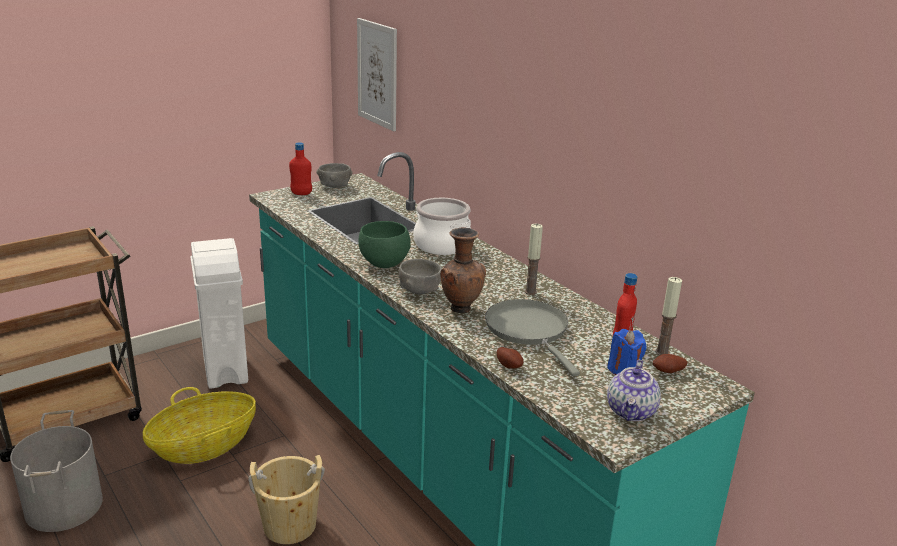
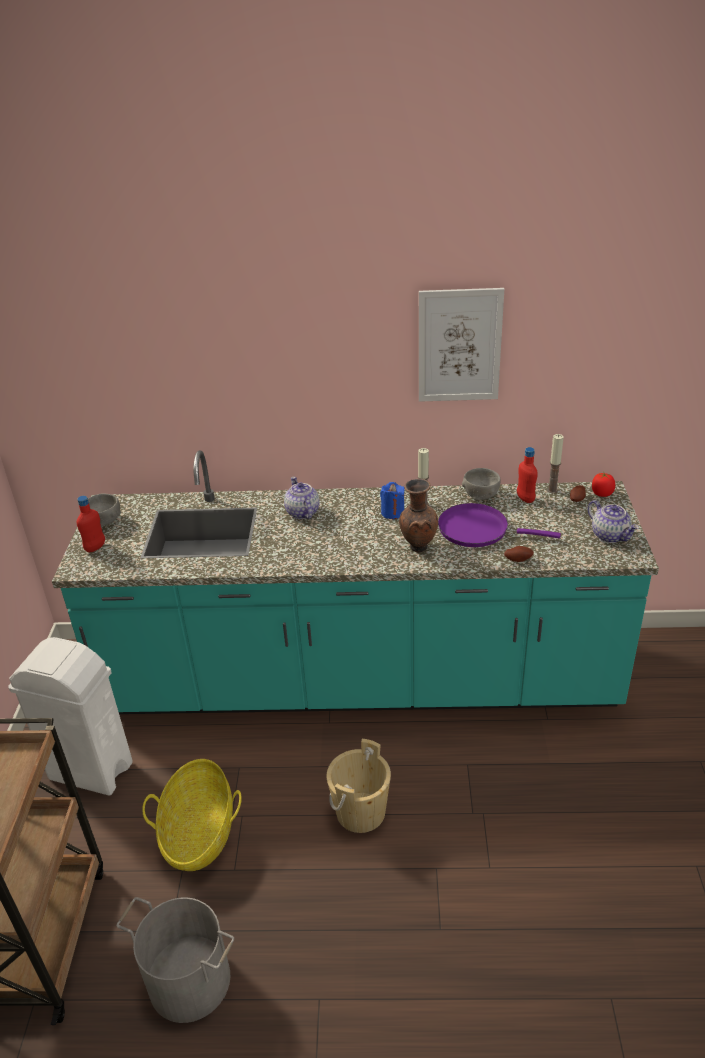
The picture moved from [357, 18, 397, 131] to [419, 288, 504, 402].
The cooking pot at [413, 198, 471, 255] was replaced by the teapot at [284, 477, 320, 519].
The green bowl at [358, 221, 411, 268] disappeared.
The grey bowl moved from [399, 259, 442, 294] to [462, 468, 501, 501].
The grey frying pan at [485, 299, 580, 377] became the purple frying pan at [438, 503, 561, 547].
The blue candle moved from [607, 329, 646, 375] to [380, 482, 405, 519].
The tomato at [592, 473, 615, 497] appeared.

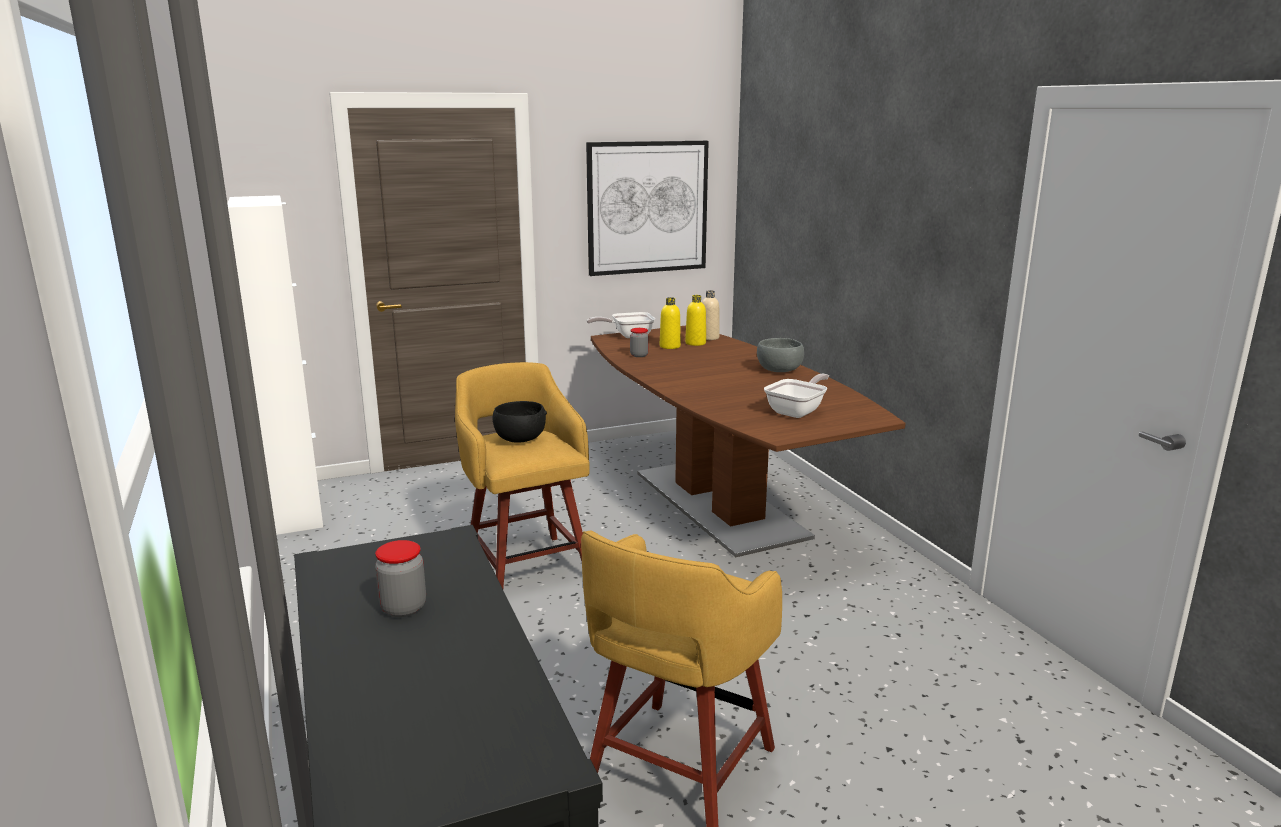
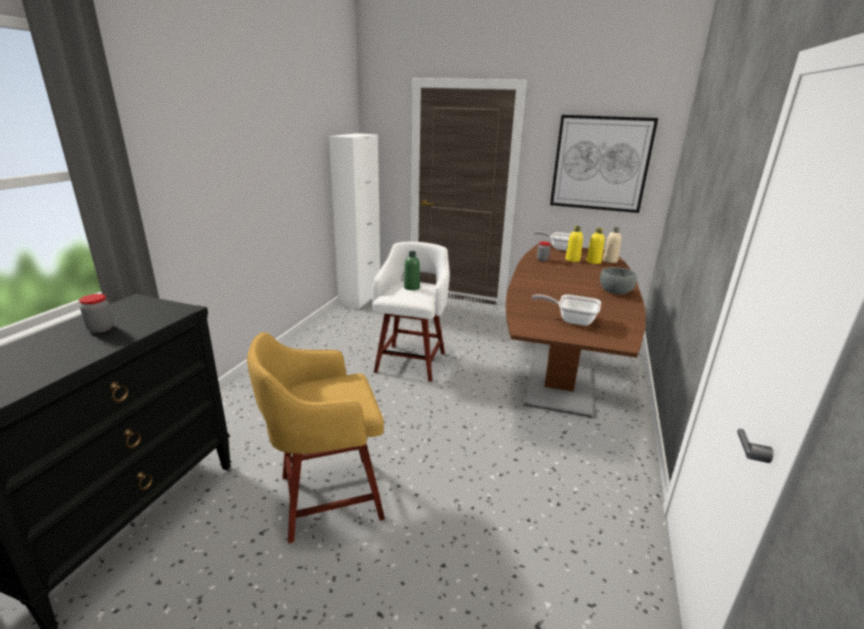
The yellow stool at [455, 362, 590, 589] became the white stool at [372, 242, 450, 382].
The frying pan at [764, 374, 829, 418] turned 150 degrees counterclockwise.
The black bowl at [493, 401, 547, 443] was replaced by the green bottle at [404, 251, 420, 290].

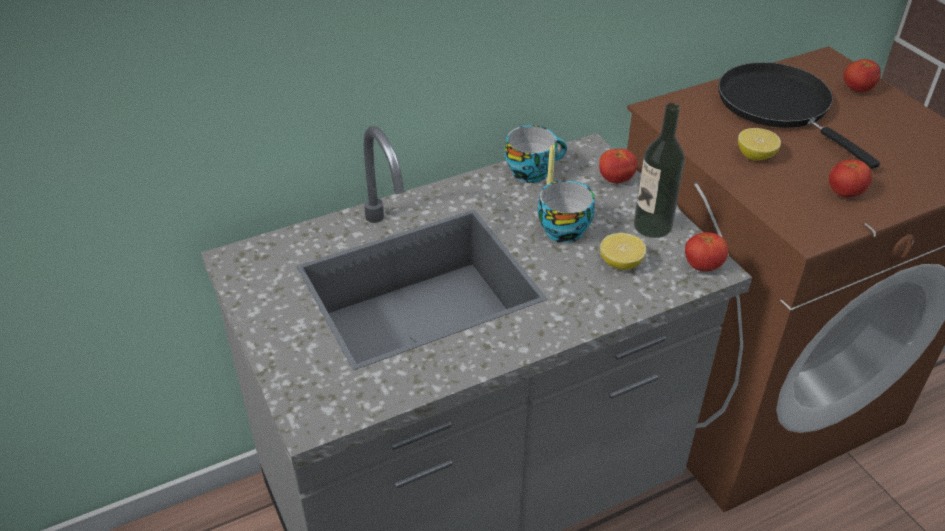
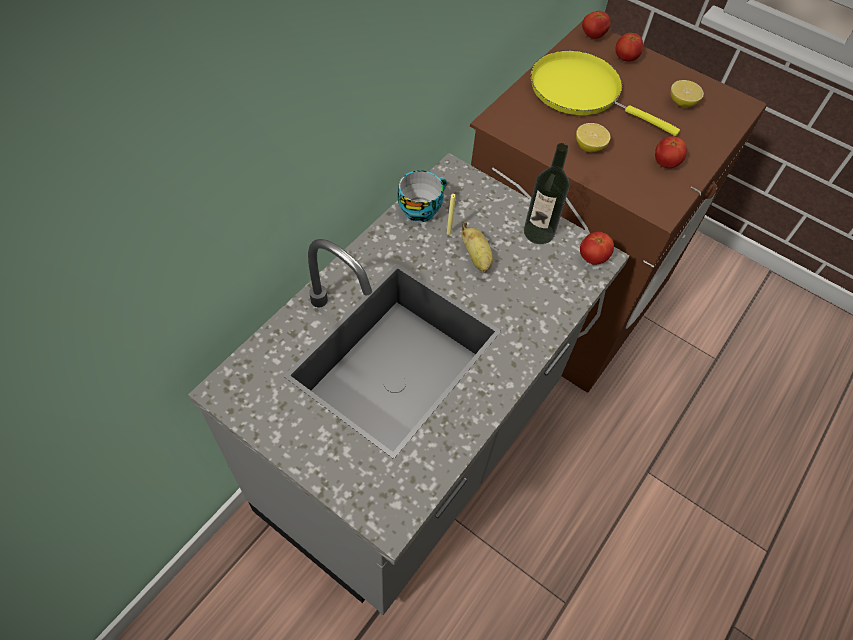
The black frying pan at [718, 62, 880, 169] became the yellow frying pan at [531, 50, 680, 136].
The tomato moved from [599, 149, 637, 184] to [582, 11, 611, 39].
The cup at [538, 180, 595, 243] was replaced by the banana at [461, 222, 493, 273].
The lemon moved from [600, 233, 646, 270] to [671, 80, 704, 107].

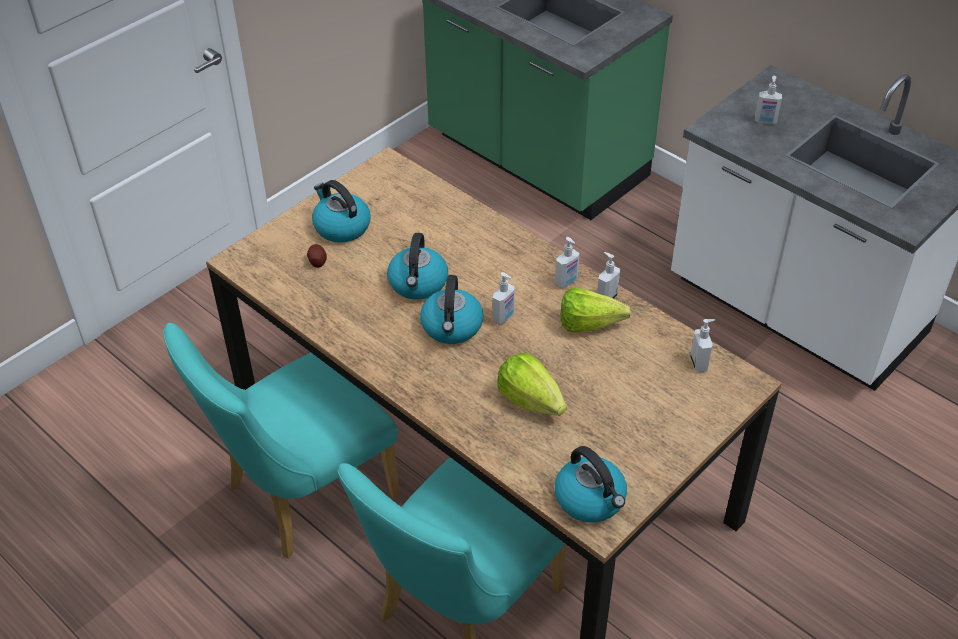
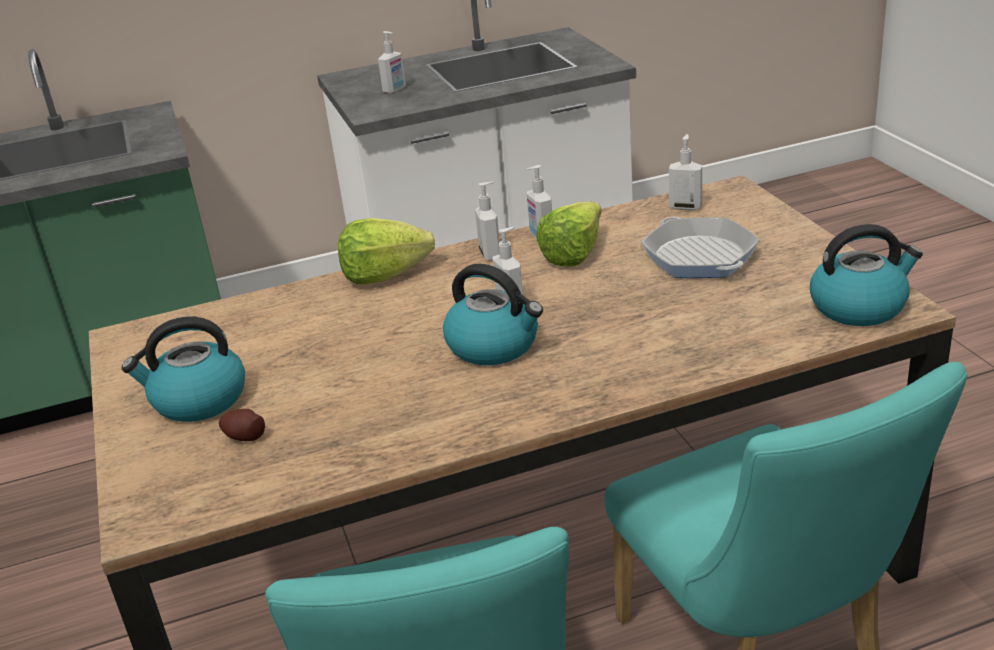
The kettle at [387, 233, 448, 300] disappeared.
The lettuce moved from [497, 353, 567, 416] to [338, 218, 435, 284].
The frying pan at [641, 217, 760, 278] appeared.

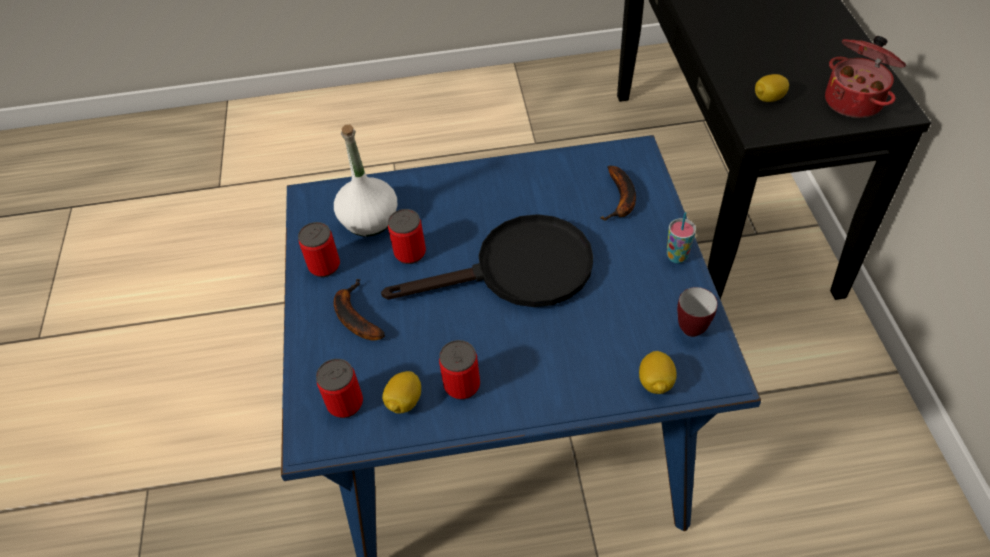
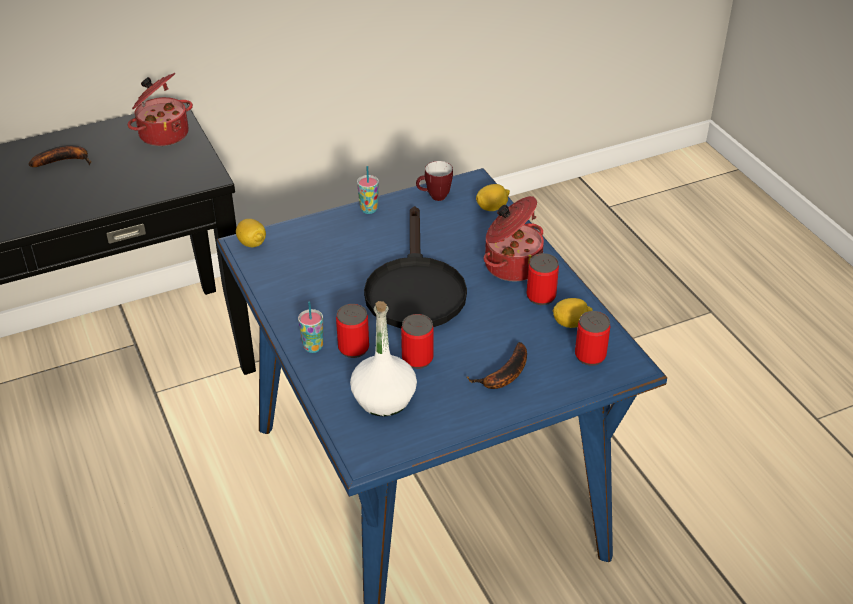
The lemon moved from [755, 74, 789, 102] to [236, 219, 266, 247].
The banana moved from [600, 166, 636, 220] to [29, 145, 91, 167].
The black frying pan at [381, 214, 593, 307] turned 150 degrees counterclockwise.
The can moved from [298, 222, 340, 277] to [336, 304, 369, 358].
The cooking pot at [484, 196, 544, 281] appeared.
The cup at [298, 301, 323, 353] appeared.

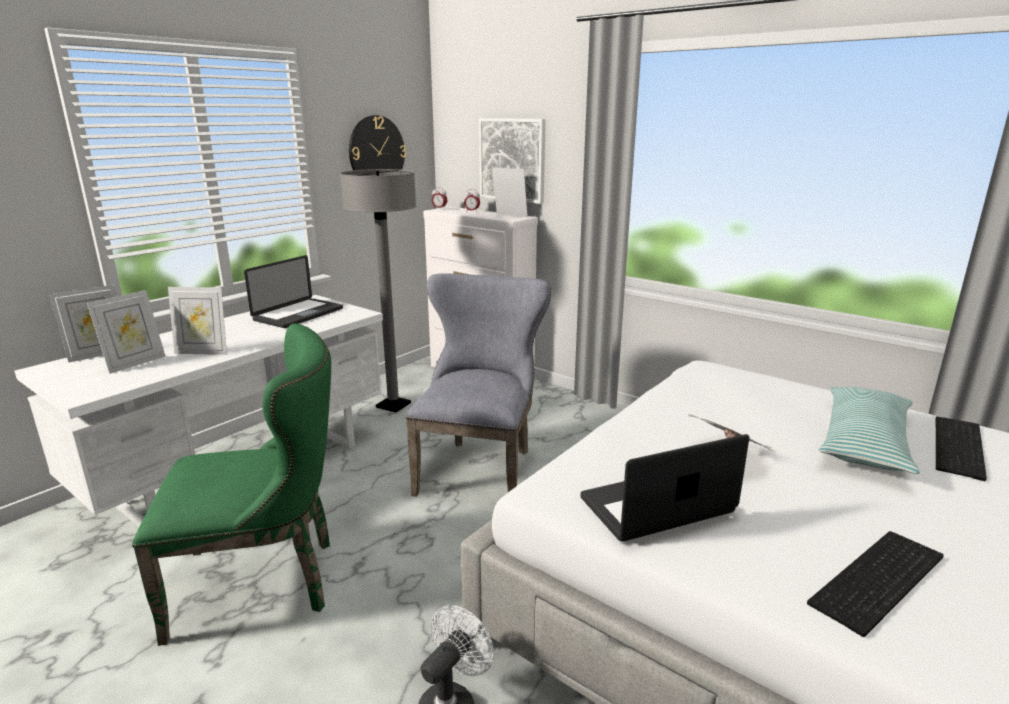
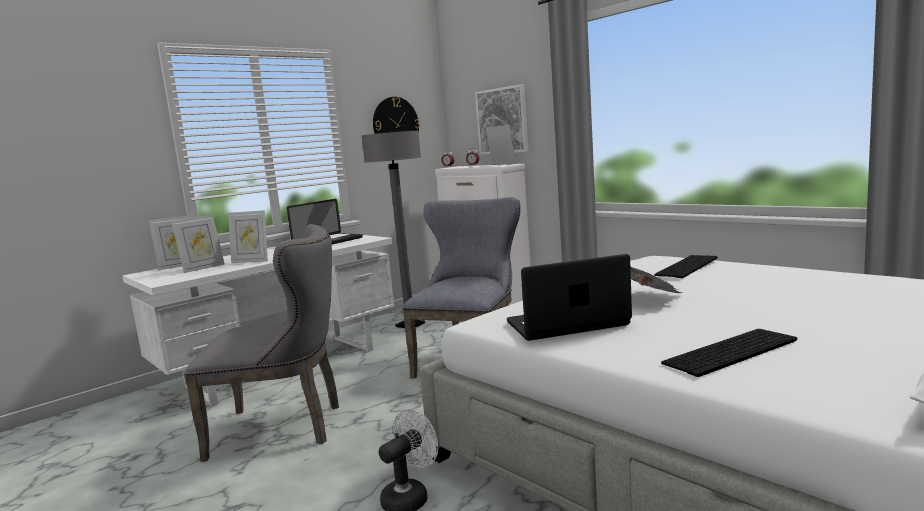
The green chair at [132, 324, 331, 646] became the grey chair at [184, 224, 339, 462].
The pillow at [819, 387, 919, 474] disappeared.
The keyboard moved from [936, 416, 987, 481] to [654, 255, 718, 278].

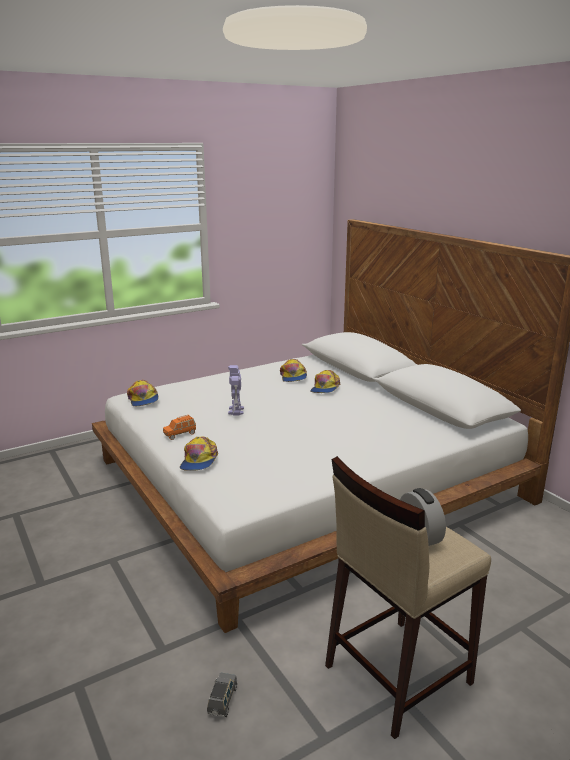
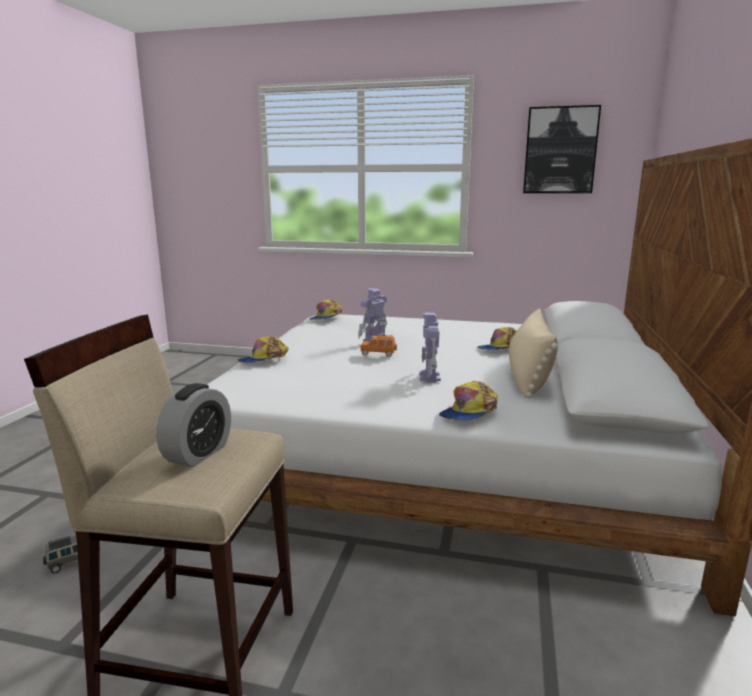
The cap moved from [280, 359, 307, 382] to [439, 381, 498, 421].
The orange toy car moved from [163, 415, 196, 440] to [360, 335, 397, 357].
The picture at [523, 105, 601, 193] appeared.
The beige pillow at [509, 308, 558, 399] appeared.
The toy robot at [419, 313, 441, 382] appeared.

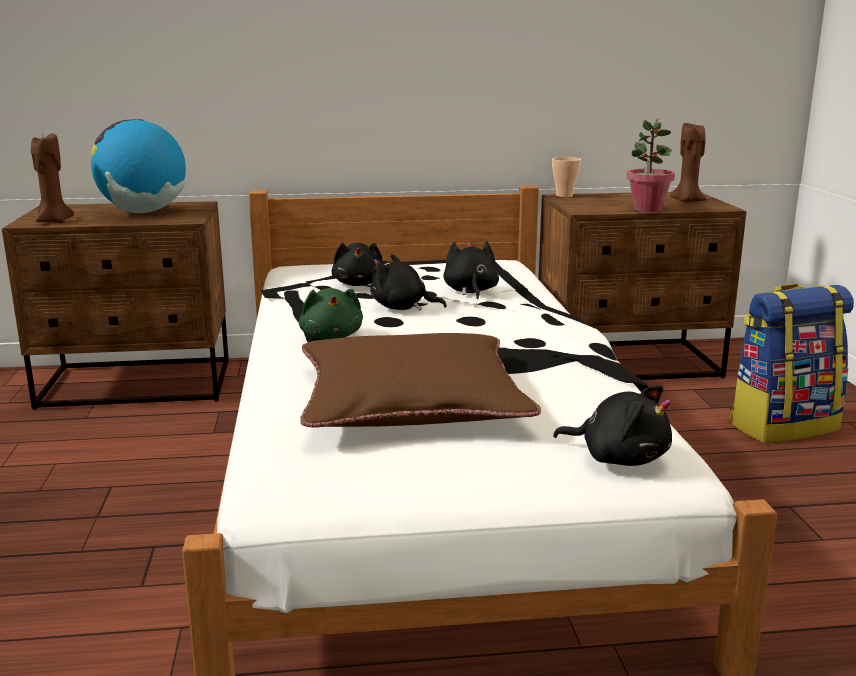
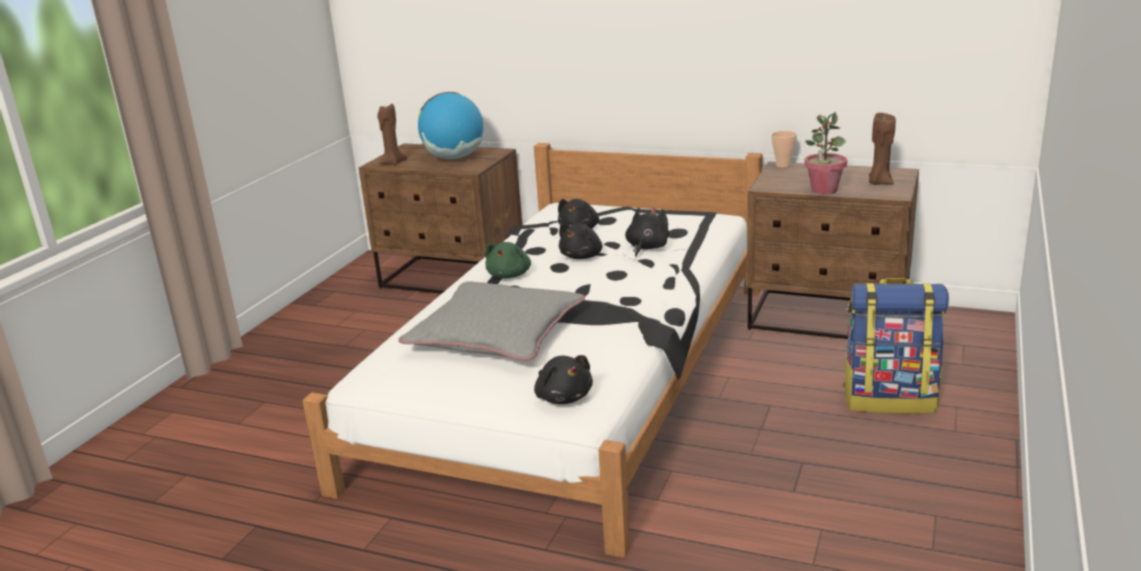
The black plush toy at [370, 254, 447, 311] turned 105 degrees counterclockwise.
The brown pillow at [300, 333, 541, 428] became the grey pillow at [398, 281, 585, 360].

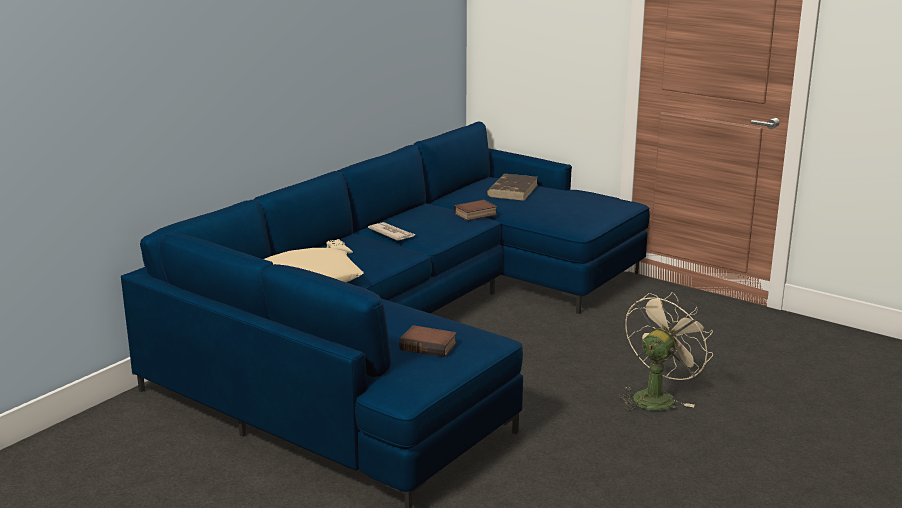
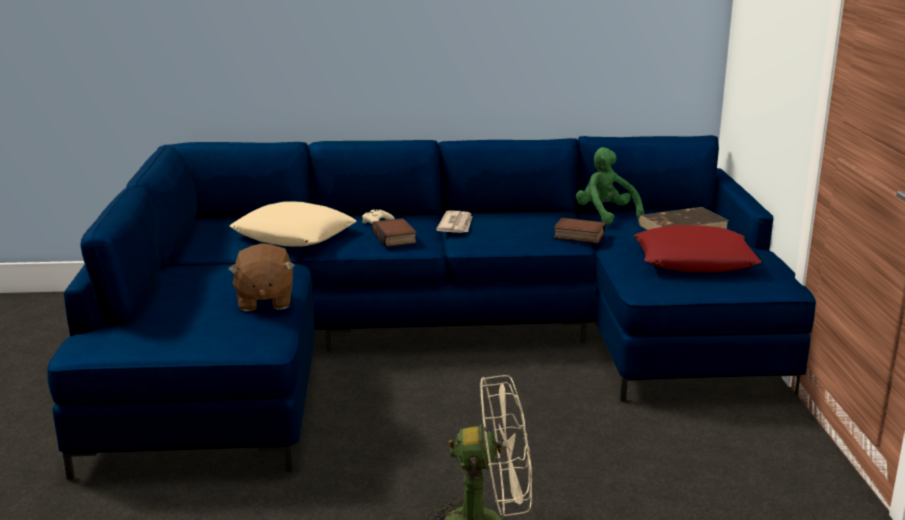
The book moved from [399, 325, 457, 358] to [372, 218, 417, 247].
The green plush toy at [576, 147, 644, 225] appeared.
The red pillow at [634, 225, 761, 273] appeared.
The brown plush toy at [228, 243, 295, 311] appeared.

